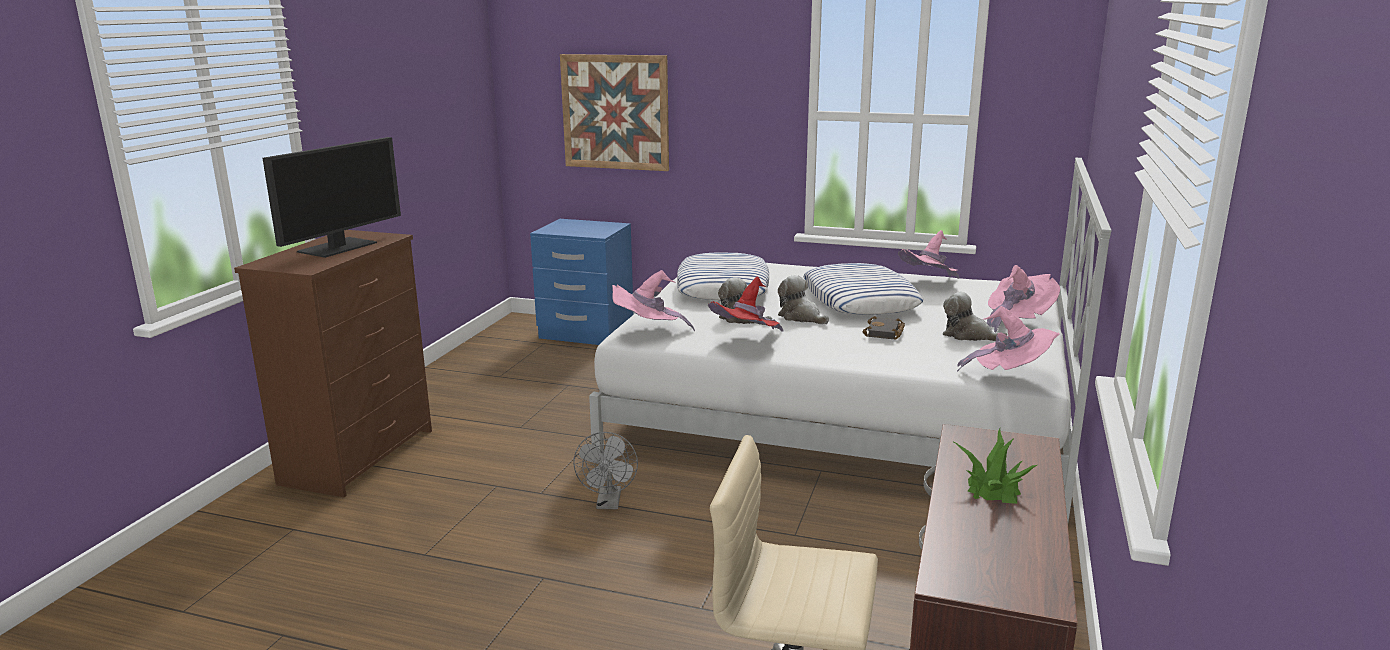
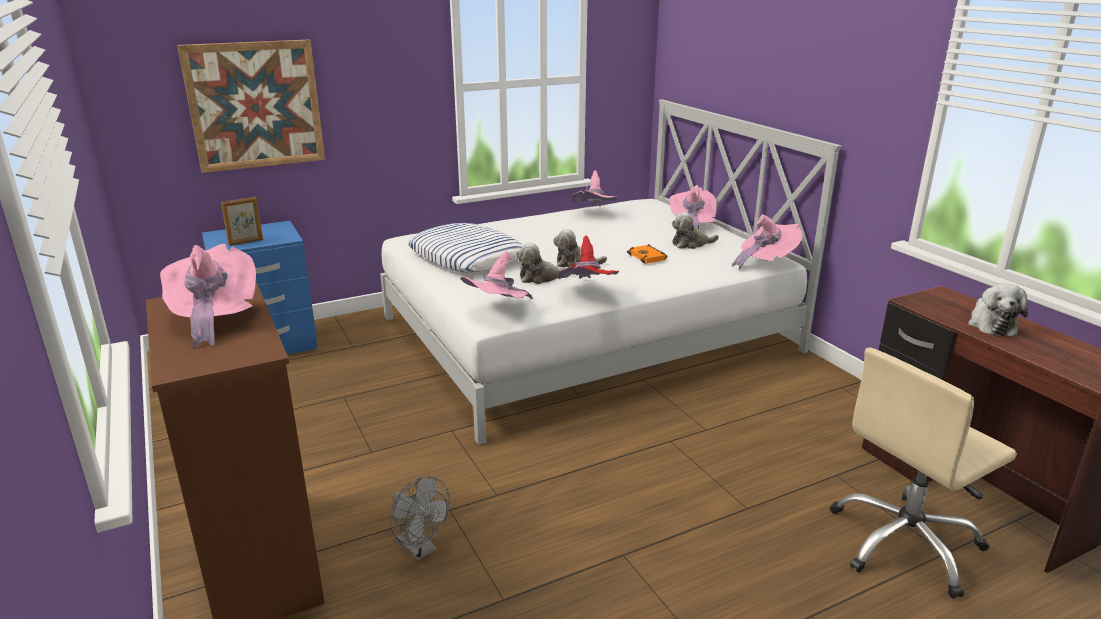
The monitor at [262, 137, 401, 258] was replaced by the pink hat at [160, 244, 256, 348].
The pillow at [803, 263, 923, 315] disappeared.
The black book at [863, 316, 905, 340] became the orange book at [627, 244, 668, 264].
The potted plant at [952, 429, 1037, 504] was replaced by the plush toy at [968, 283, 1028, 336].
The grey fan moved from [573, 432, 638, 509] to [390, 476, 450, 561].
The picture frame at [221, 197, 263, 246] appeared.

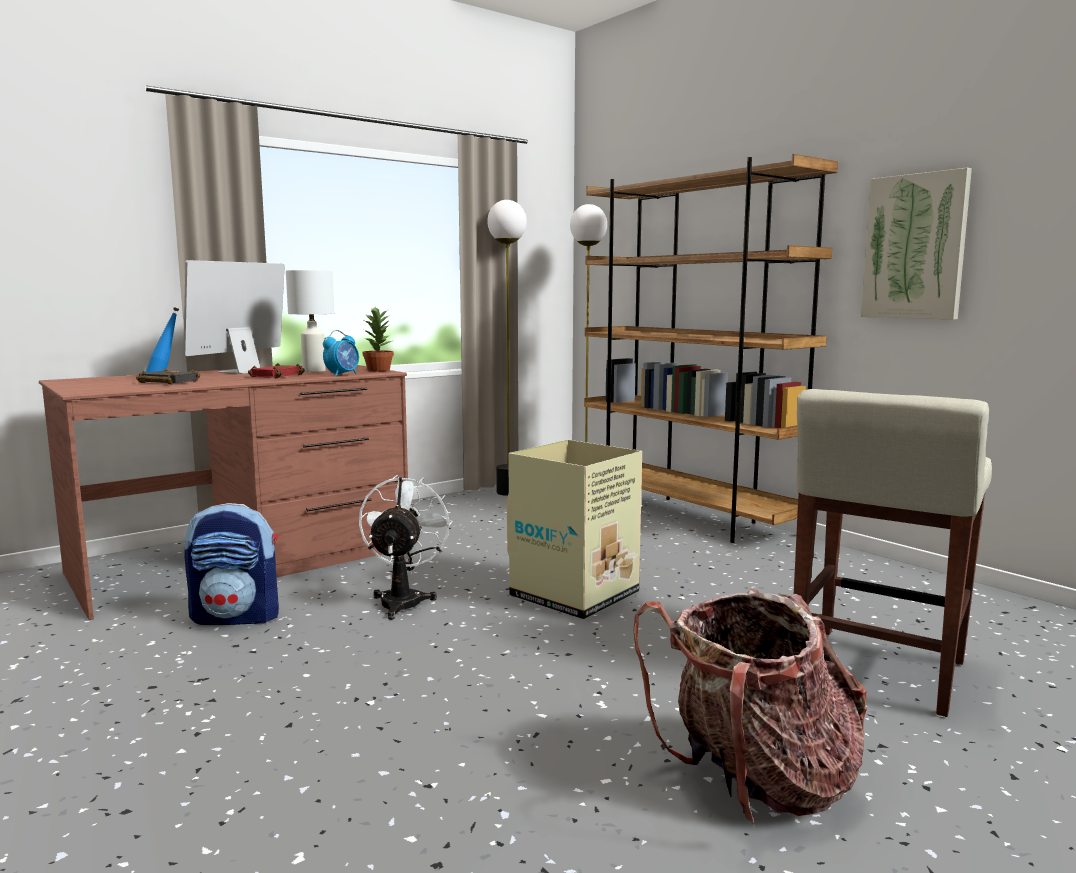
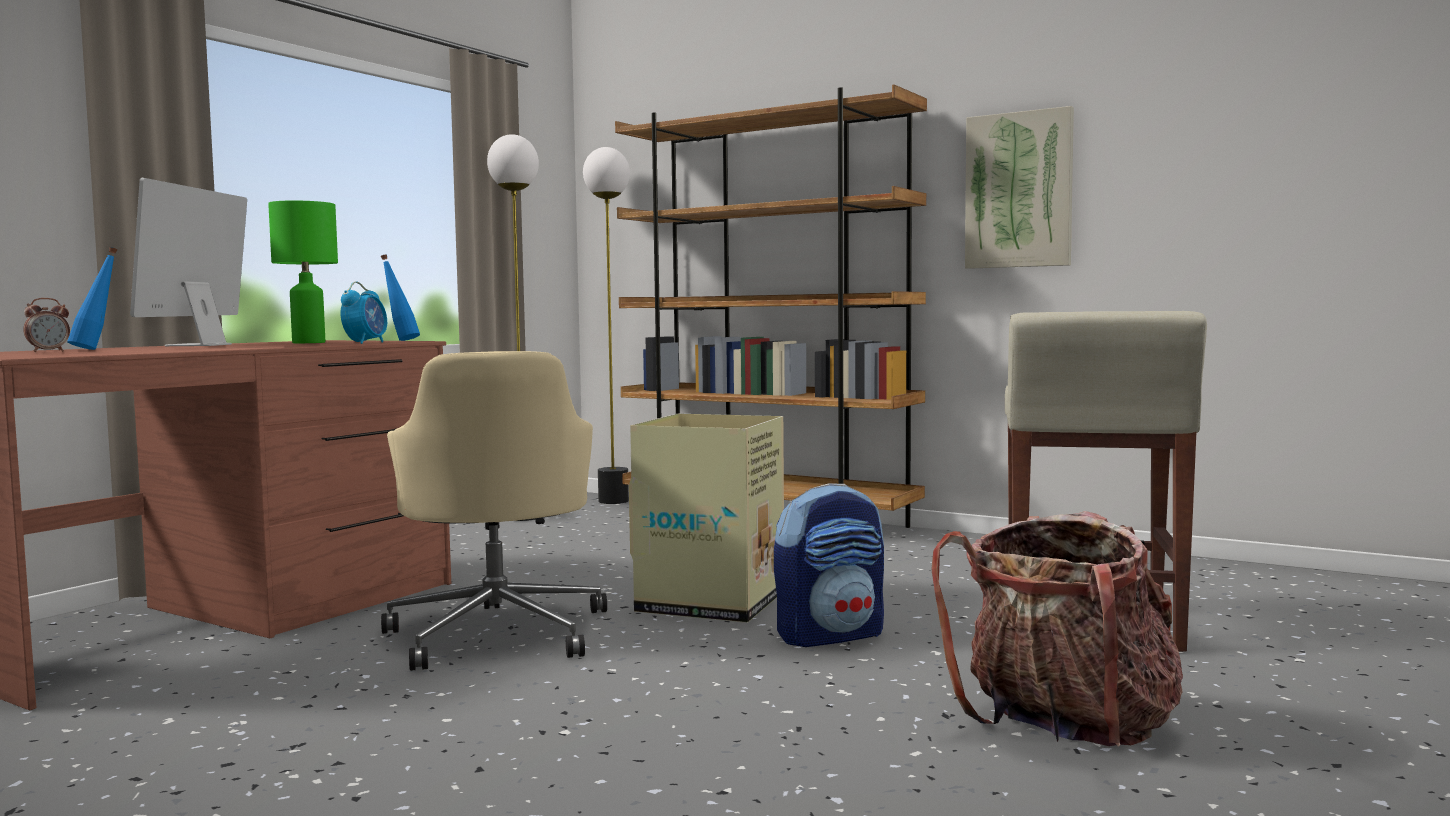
The white table lamp at [286, 270, 334, 372] became the green table lamp at [268, 201, 338, 343].
The potted plant at [363, 307, 394, 371] was replaced by the blue bottle at [381, 255, 420, 341].
The red book at [248, 363, 305, 378] disappeared.
The black book at [136, 368, 200, 385] disappeared.
The white fan at [359, 475, 453, 620] was replaced by the beige office chair at [381, 351, 607, 671].
The backpack moved from [184, 503, 279, 625] to [774, 483, 884, 647].
The alarm clock at [23, 298, 70, 352] appeared.

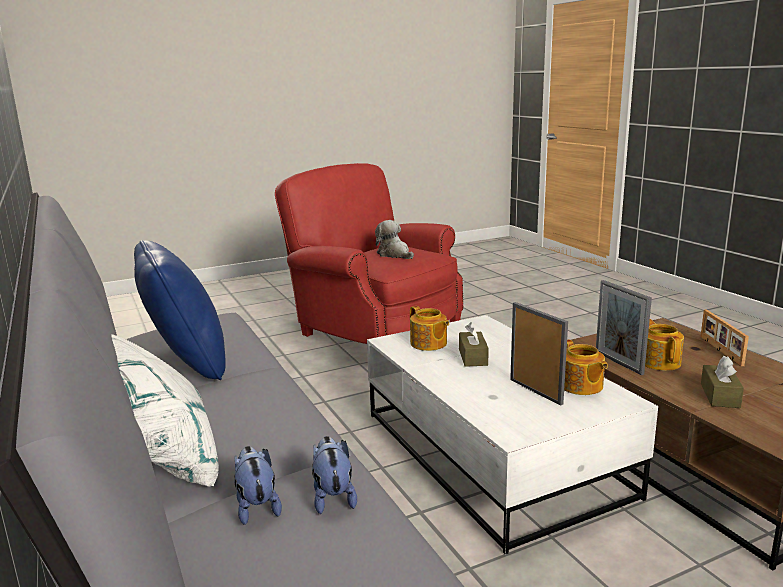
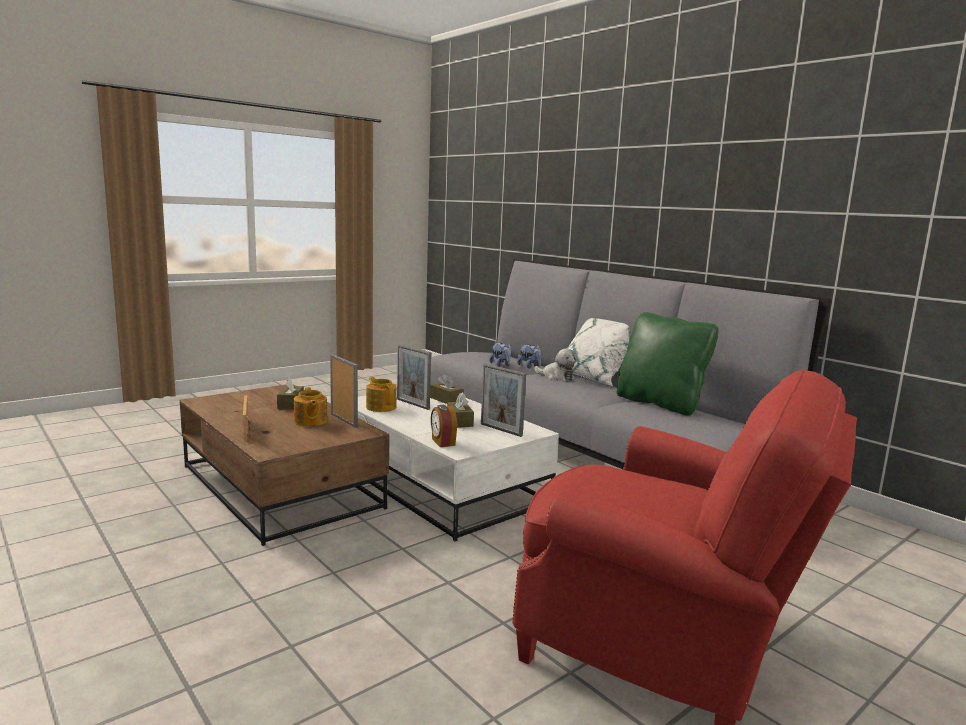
The plush toy moved from [375, 220, 414, 259] to [534, 349, 577, 382].
The blue pillow at [134, 240, 226, 380] became the green pillow at [617, 312, 719, 416].
The teapot at [410, 306, 449, 351] was replaced by the picture frame at [481, 364, 526, 437].
The brown tissue box at [430, 374, 464, 404] appeared.
The alarm clock at [431, 405, 457, 447] appeared.

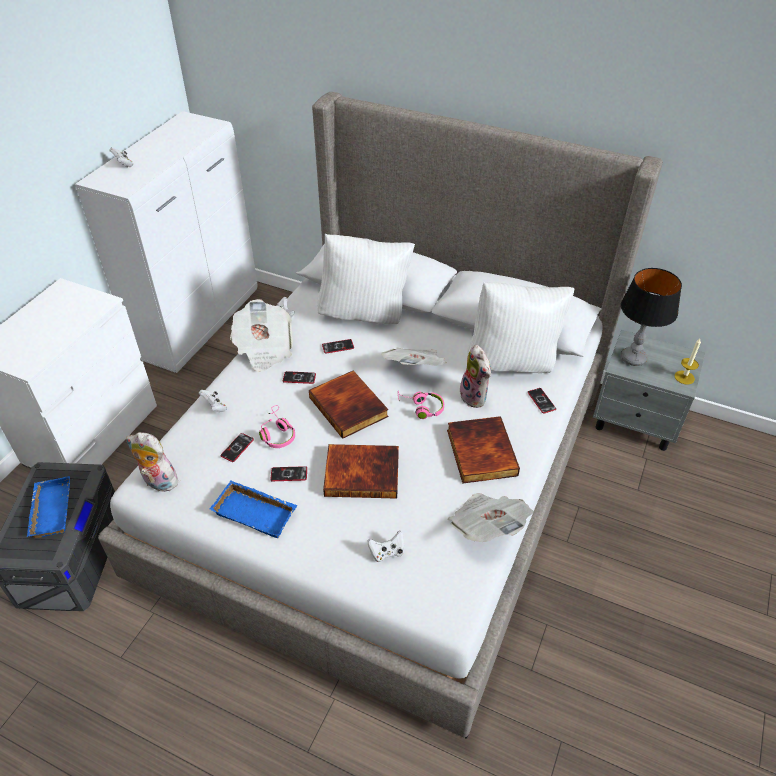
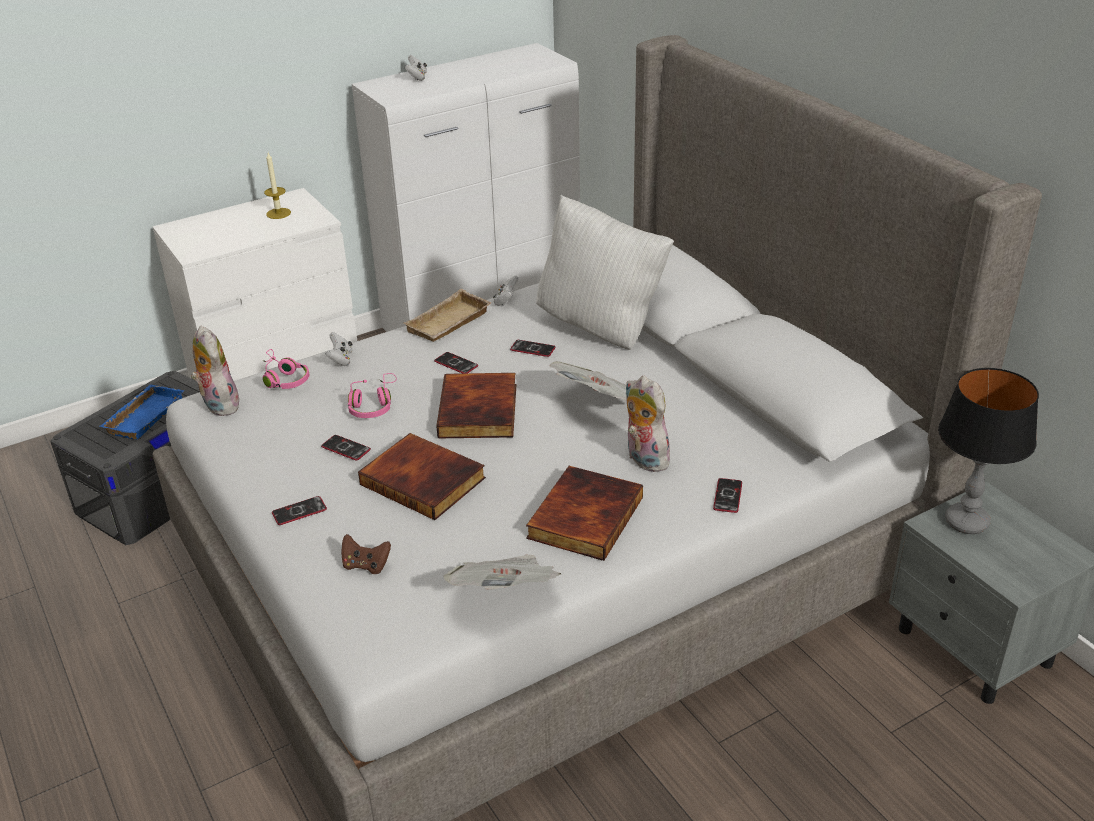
The white pillow at [467, 283, 575, 373] disappeared.
The newspaper at [230, 299, 293, 372] was replaced by the beige tray at [403, 289, 492, 342].
The candle moved from [674, 339, 701, 385] to [264, 153, 291, 219].
The plush toy at [460, 345, 491, 408] turned 135 degrees clockwise.
The pink headphones moved from [398, 391, 444, 419] to [262, 349, 310, 389].
The phone moved from [220, 433, 254, 462] to [272, 496, 327, 525].
The blue tray at [210, 480, 297, 538] disappeared.
The white game controller at [368, 530, 404, 562] became the brown game controller at [341, 534, 391, 574].

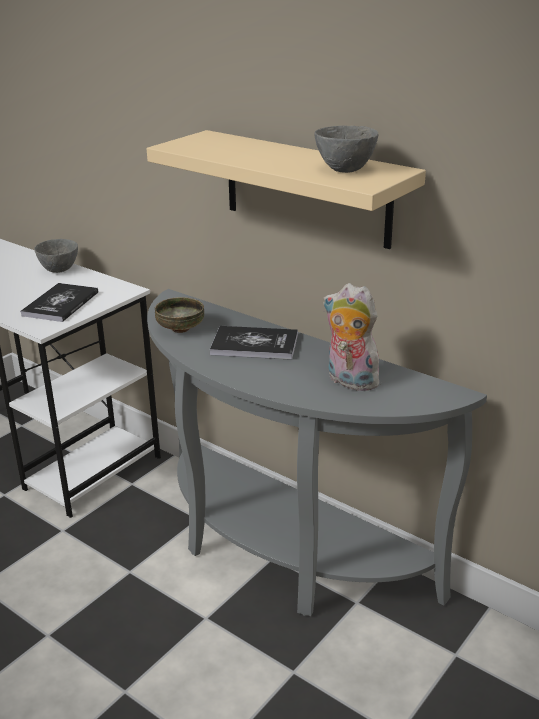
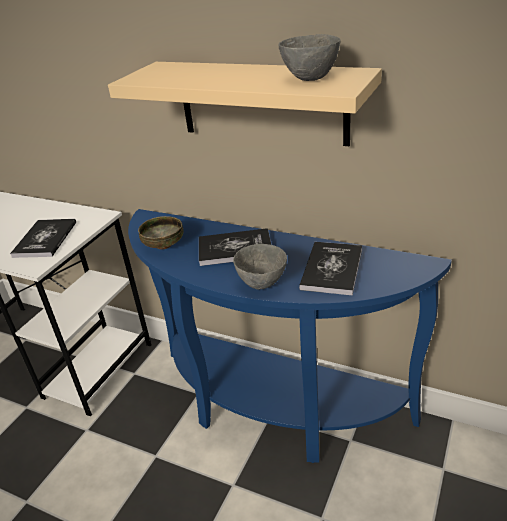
The grey bowl moved from [34, 239, 78, 273] to [233, 244, 287, 290].
The plush toy at [323, 283, 384, 392] was replaced by the book at [299, 242, 362, 296].
The grey console table at [147, 289, 487, 616] became the blue console table at [128, 209, 452, 463].

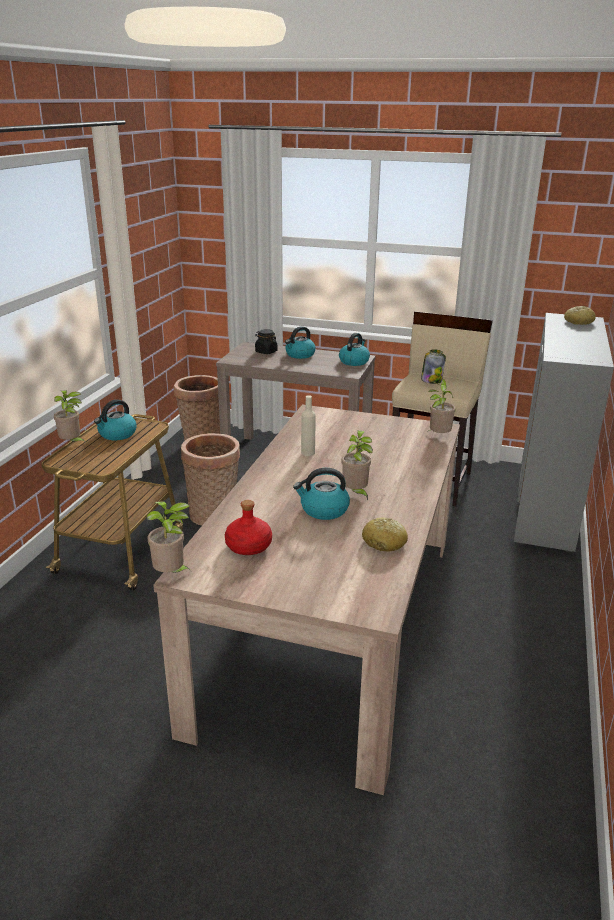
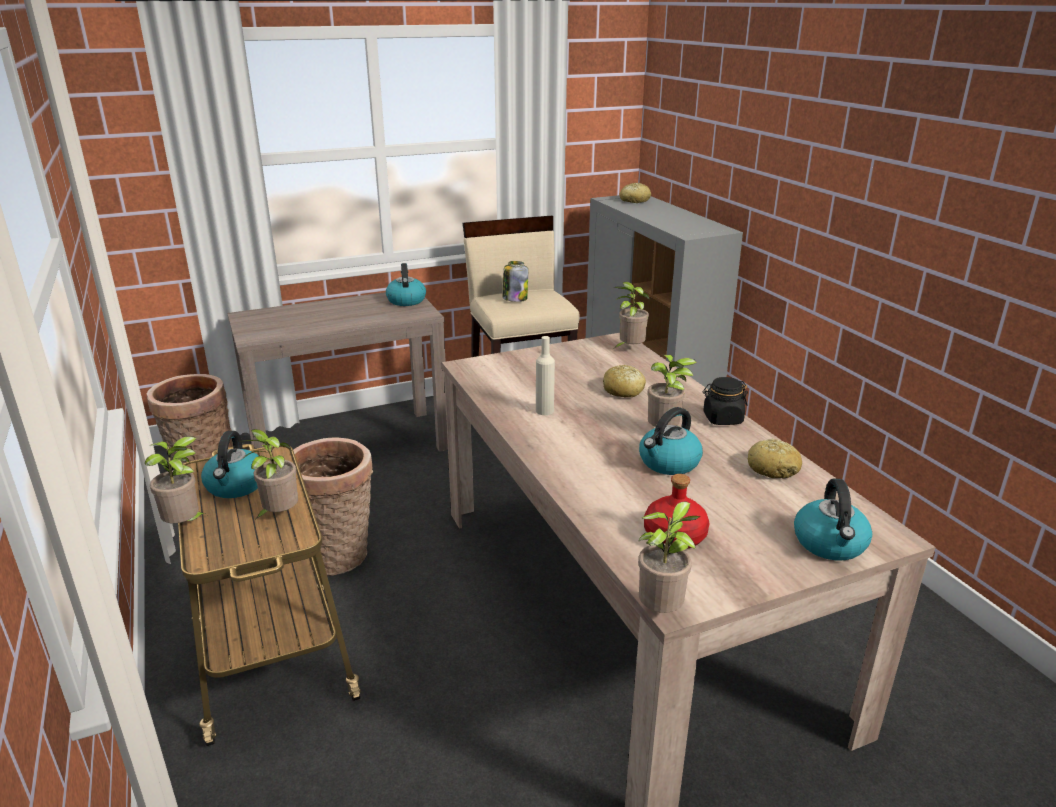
The kettle moved from [285, 326, 316, 359] to [794, 478, 872, 560].
The black jar moved from [255, 329, 277, 354] to [703, 377, 748, 425].
The bread at [603, 364, 646, 397] appeared.
The potted plant at [237, 429, 298, 519] appeared.

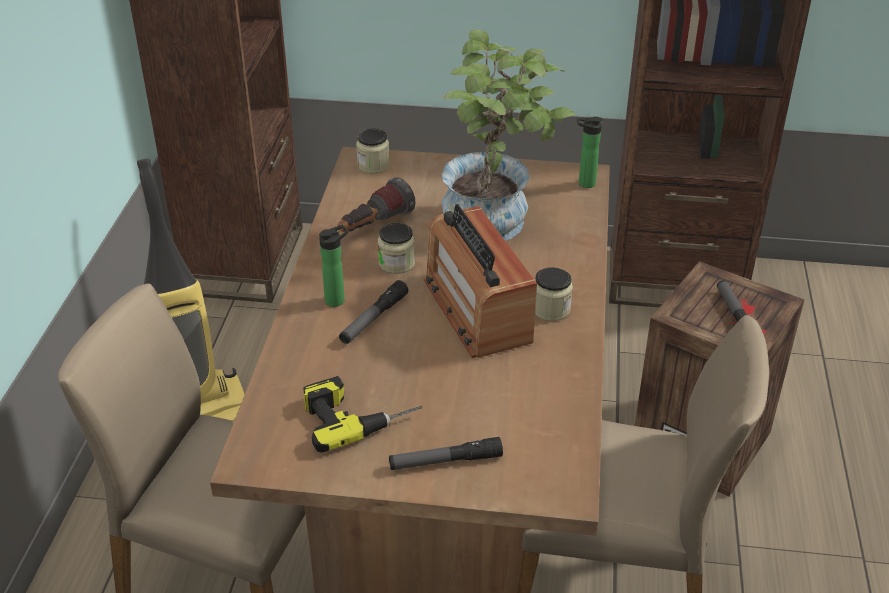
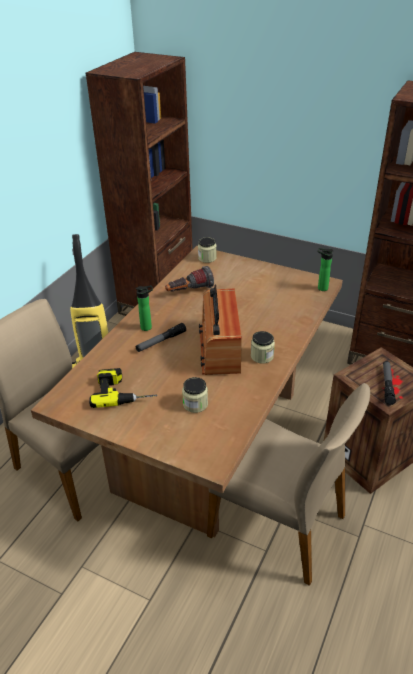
The potted plant at [442, 30, 575, 241] disappeared.
The jar moved from [378, 223, 415, 274] to [182, 377, 208, 413].
The flashlight at [389, 437, 503, 470] disappeared.

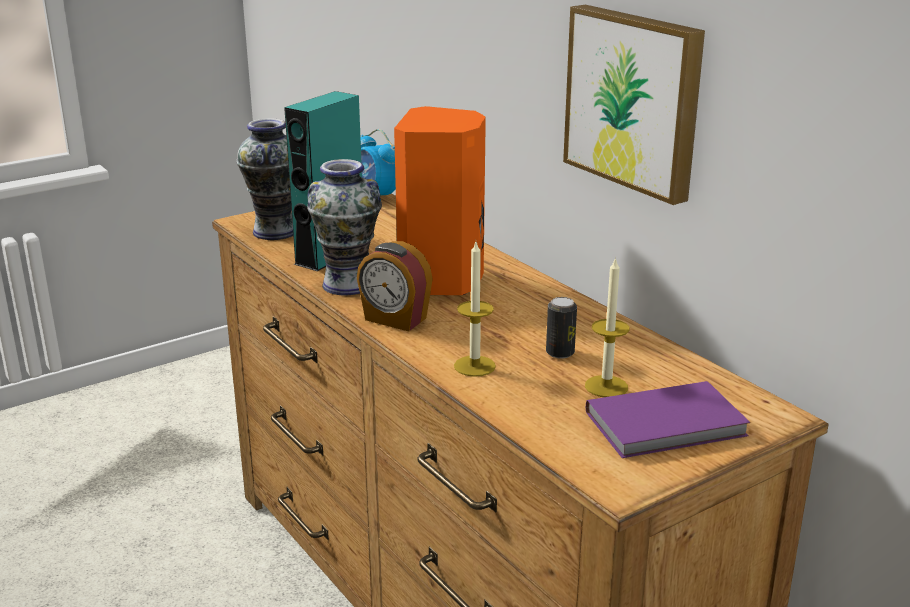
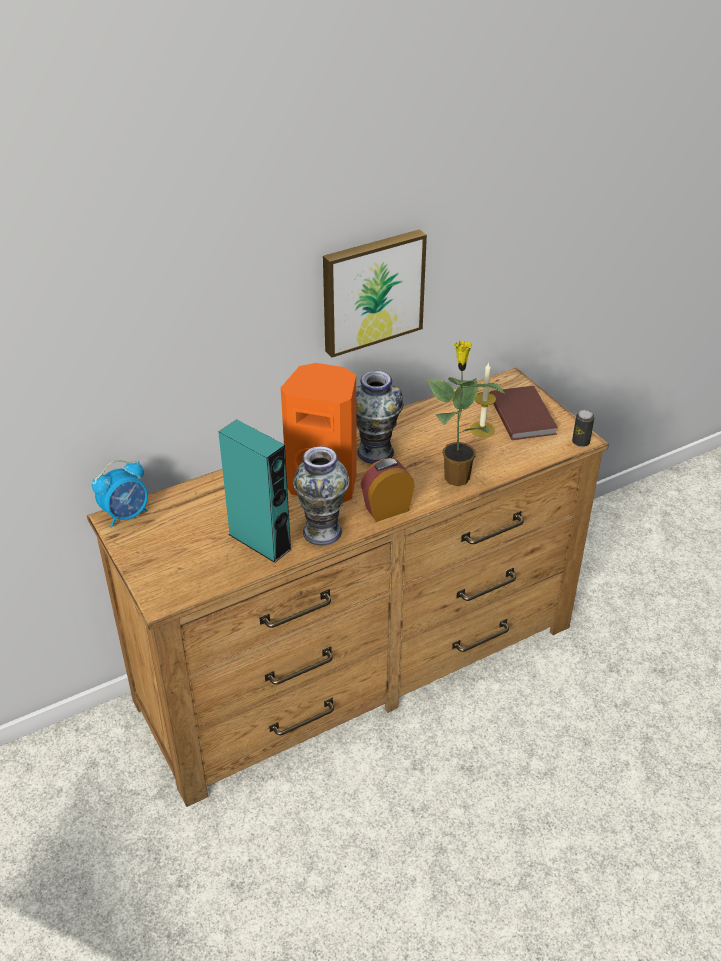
The vase moved from [236, 118, 293, 240] to [356, 371, 403, 464].
The alarm clock at [357, 241, 433, 331] turned 150 degrees counterclockwise.
The candle at [454, 242, 496, 377] was replaced by the potted plant at [427, 341, 505, 486].
The can moved from [546, 297, 577, 359] to [572, 410, 595, 447].
The purple book at [586, 381, 751, 458] became the brown book at [490, 386, 558, 440].

